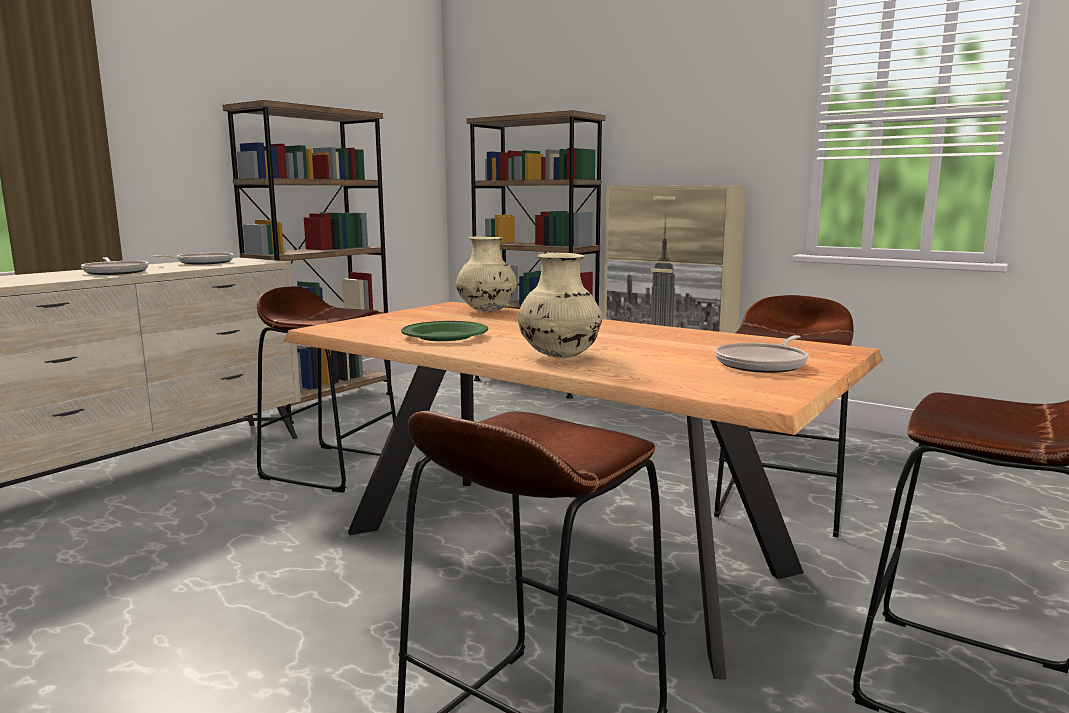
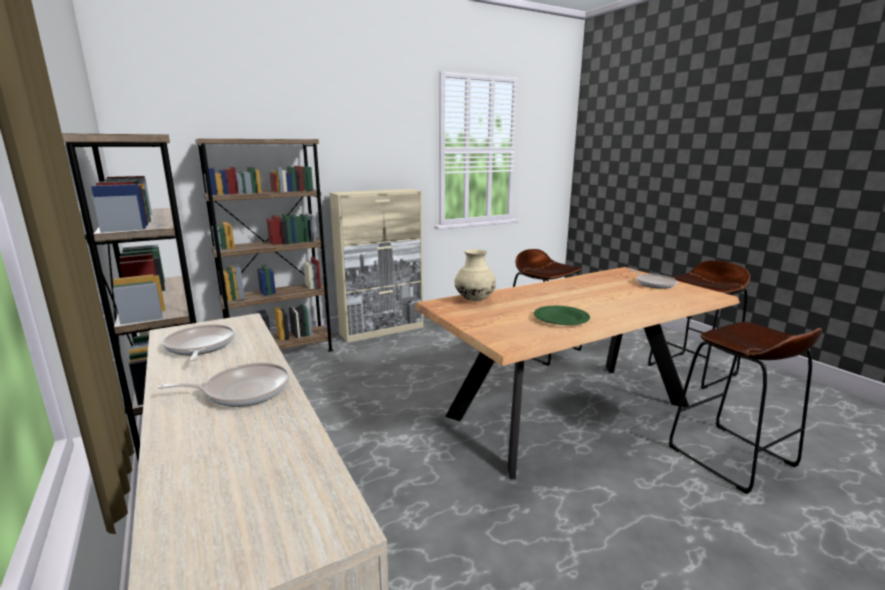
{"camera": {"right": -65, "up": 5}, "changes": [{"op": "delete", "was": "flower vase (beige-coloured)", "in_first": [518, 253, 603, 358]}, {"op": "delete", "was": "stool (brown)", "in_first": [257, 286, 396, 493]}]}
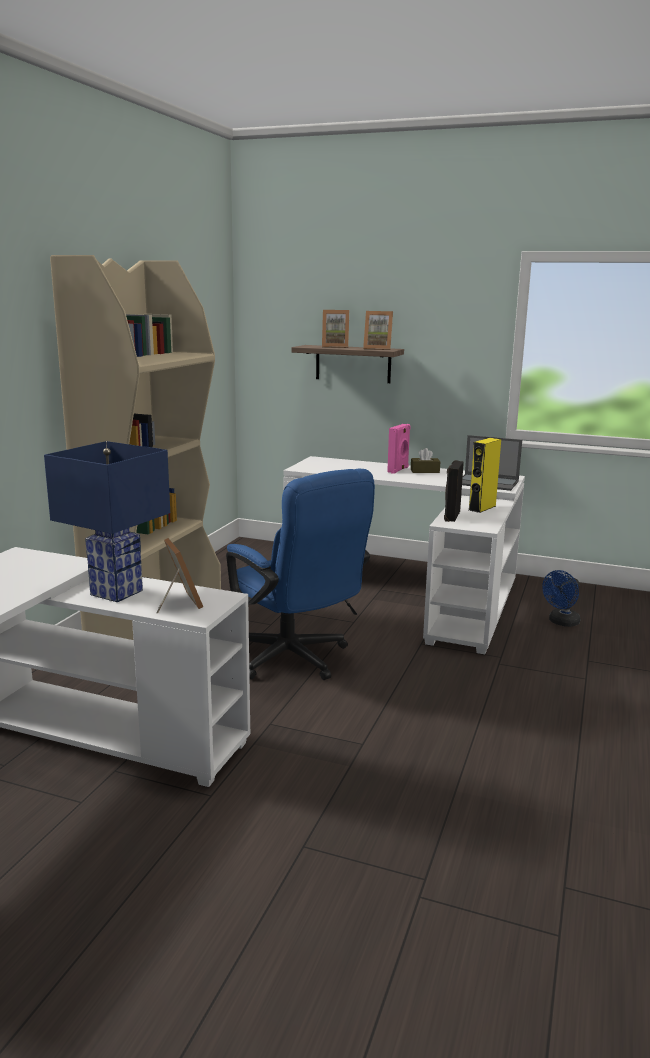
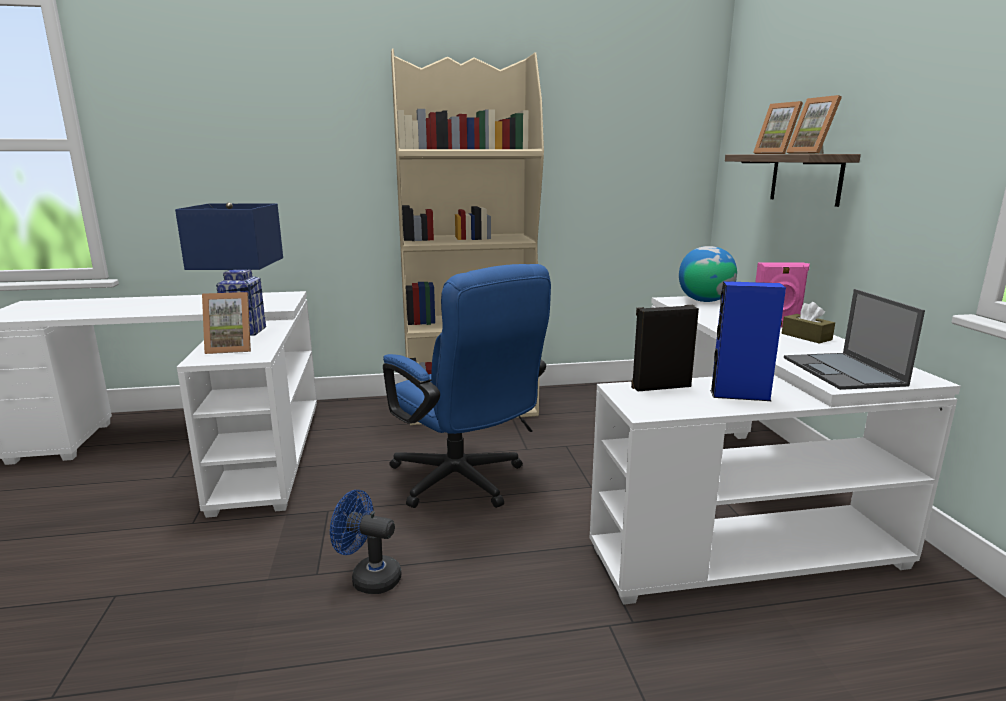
{"camera": {"right": 60, "up": 0}, "changes": [{"op": "recolor", "was": "speaker (yellow)", "now": "speaker (blue-coloured)", "in_first": [469, 438, 501, 513], "in_second": [710, 281, 786, 401]}, {"op": "rotate", "was": "office chair (blue-coloured)", "in_first": [226, 469, 375, 680], "in_second": [383, 264, 551, 508], "clockwise": -60}, {"op": "rotate", "was": "picture frame", "in_first": [156, 538, 203, 613], "in_second": [202, 292, 251, 354], "clockwise": 45}, {"op": "move", "was": "cooling fan (blue-coloured)", "in_first": [542, 570, 580, 627], "in_second": [330, 490, 401, 594]}, {"op": "insert", "now": "desk globe", "in_second": [679, 246, 737, 302]}]}
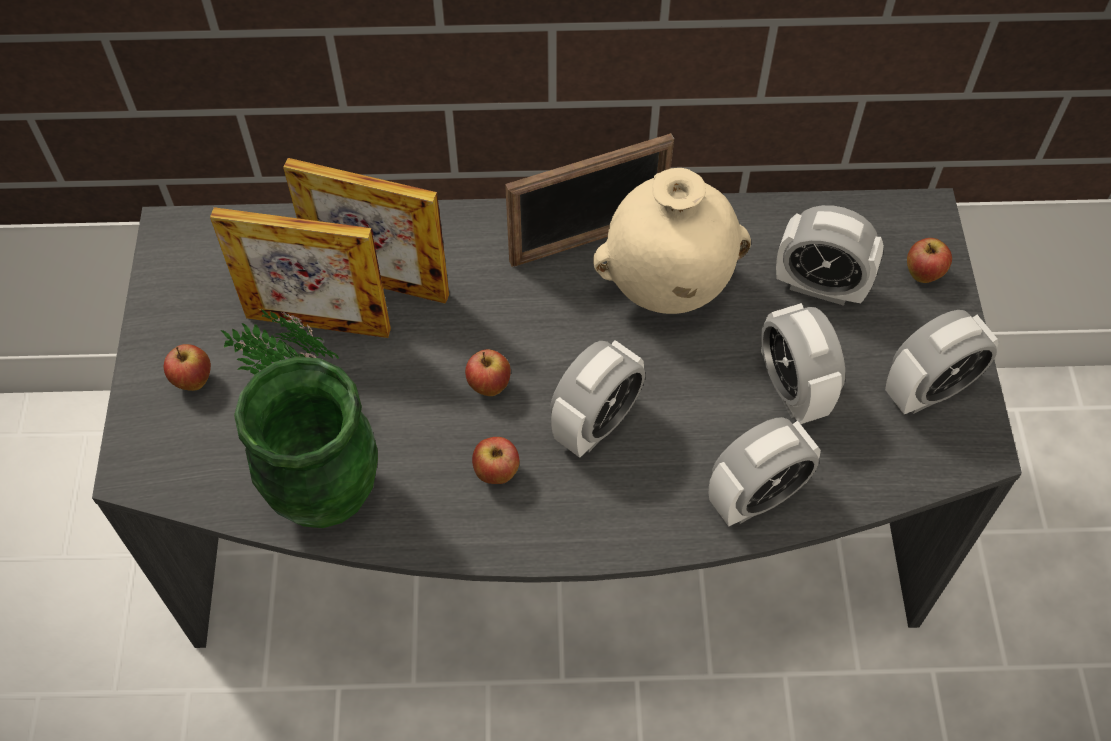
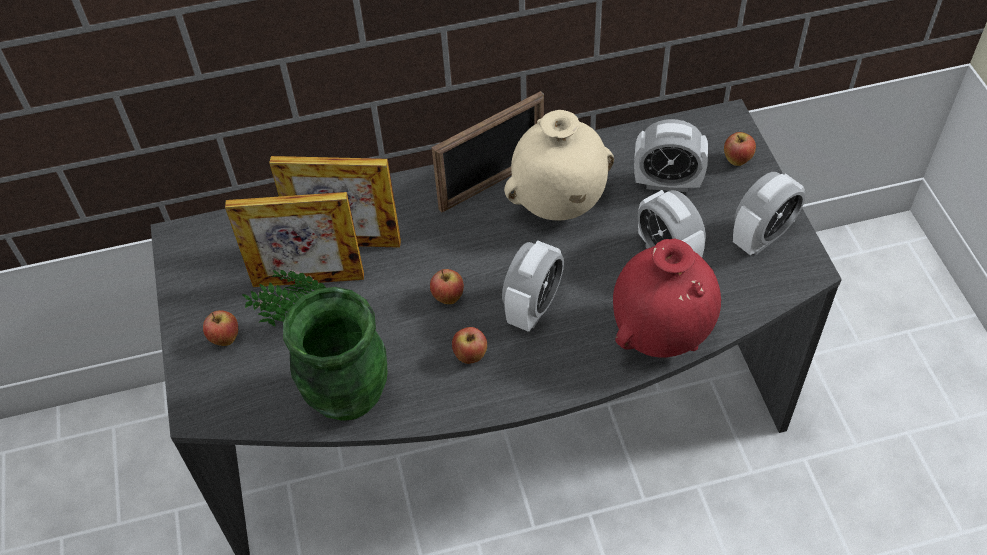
{"camera": {"right": -10, "up": -5}, "changes": [{"op": "replace", "was": "alarm clock", "now": "flower vase (red-coloured)", "in_first": [709, 417, 821, 527], "in_second": [613, 238, 721, 358]}]}
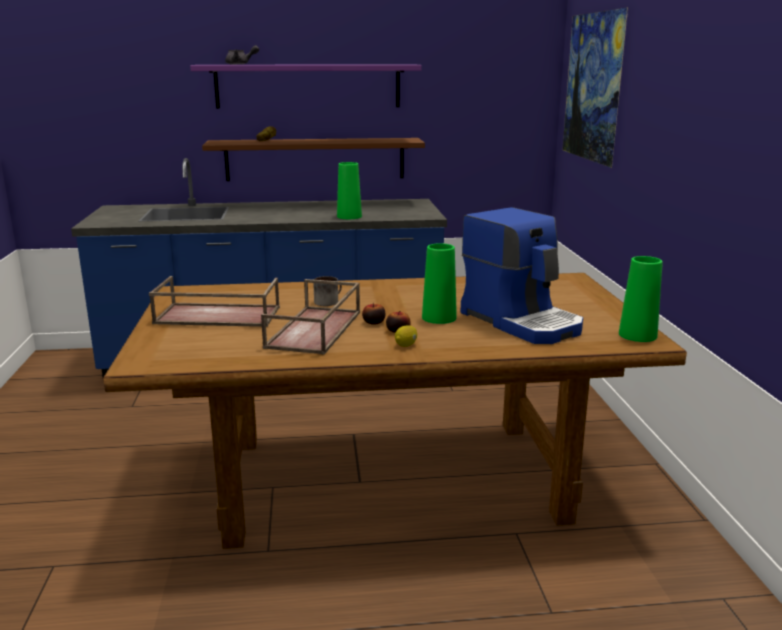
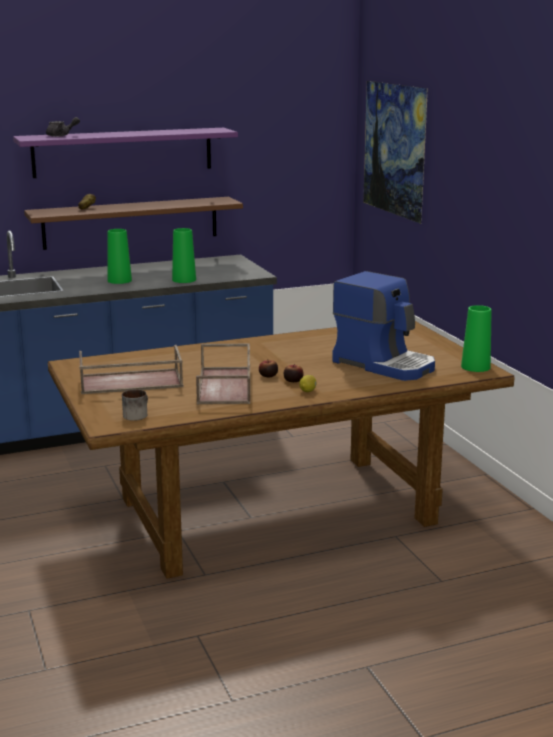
{"camera": {"right": -15, "up": 0}, "changes": [{"op": "move", "was": "flower vase (green)", "in_first": [422, 243, 457, 324], "in_second": [107, 229, 132, 284]}, {"op": "move", "was": "mug", "in_first": [313, 276, 342, 306], "in_second": [122, 389, 148, 421]}]}
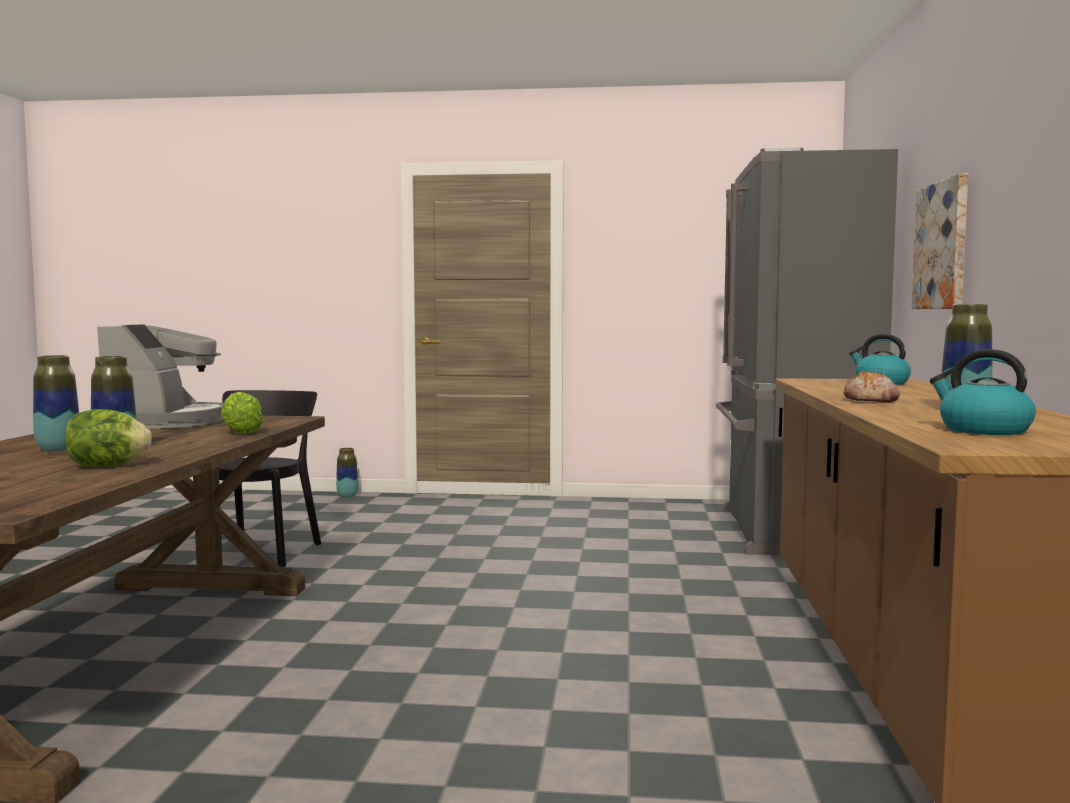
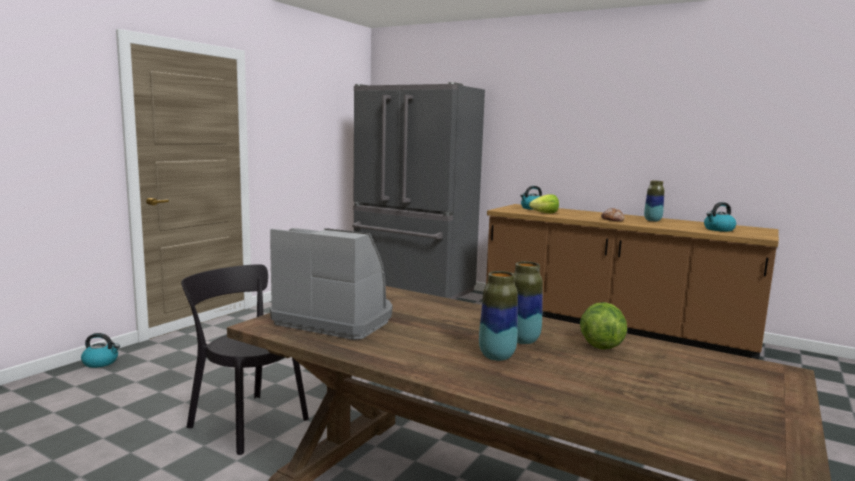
{"camera": {"right": -65, "up": 5}, "changes": [{"op": "delete", "was": "picture", "in_first": [912, 173, 968, 309]}, {"op": "move", "was": "lettuce", "in_first": [221, 392, 263, 434], "in_second": [529, 194, 559, 213]}, {"op": "replace", "was": "flower vase", "now": "water kettle", "in_first": [336, 448, 358, 498], "in_second": [81, 333, 120, 368]}]}
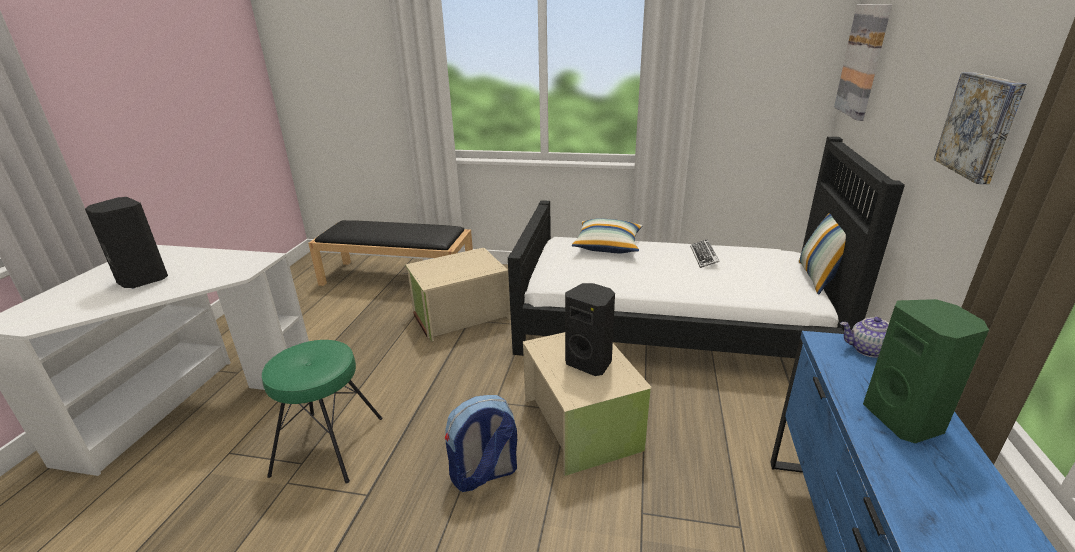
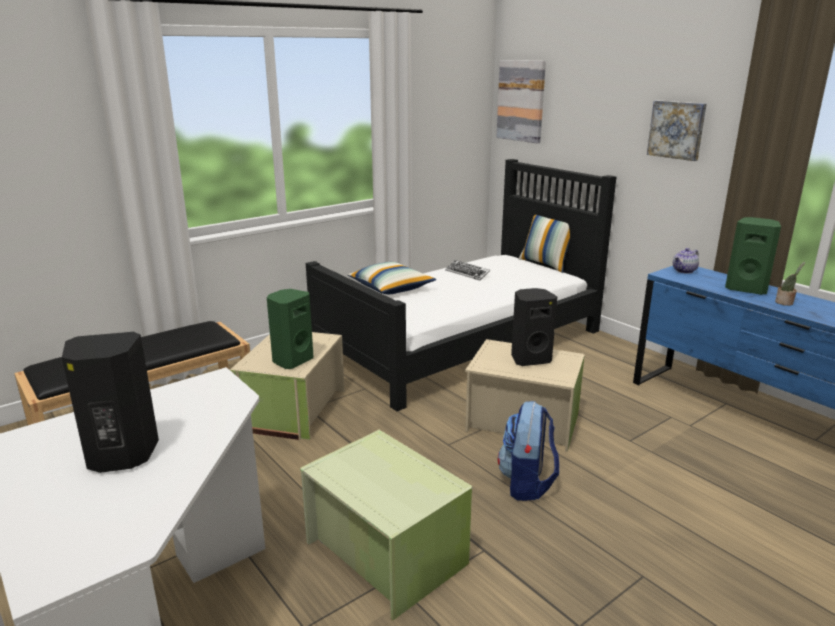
{"camera": {"right": -50, "up": -5}, "changes": [{"op": "replace", "was": "stool (green)", "now": "storage box (green)", "in_first": [262, 340, 383, 484], "in_second": [300, 430, 473, 620]}, {"op": "insert", "now": "houseplant", "in_second": [775, 262, 805, 306]}, {"op": "insert", "now": "speaker (green)", "in_second": [267, 289, 314, 369]}]}
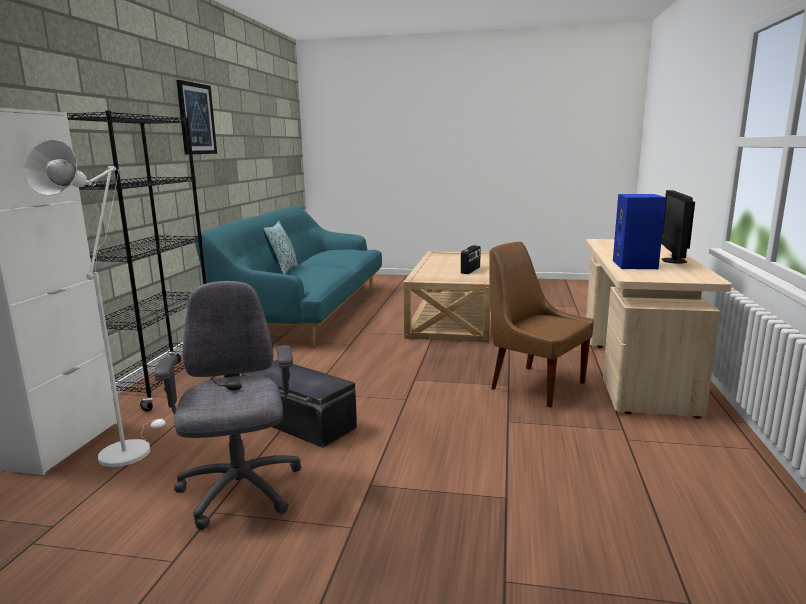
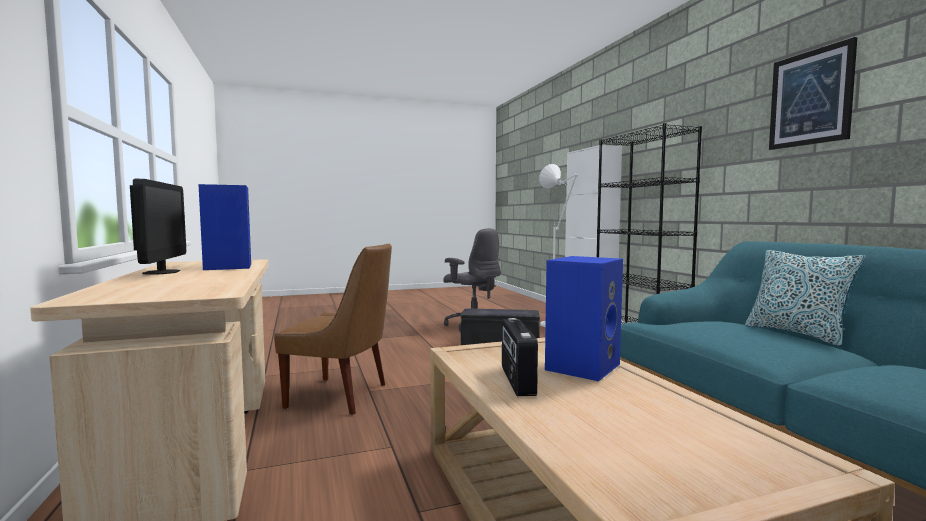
{"camera": {"right": 150, "up": -10}, "changes": [{"op": "insert", "now": "speaker (blue-coloured)", "in_second": [545, 256, 623, 381]}]}
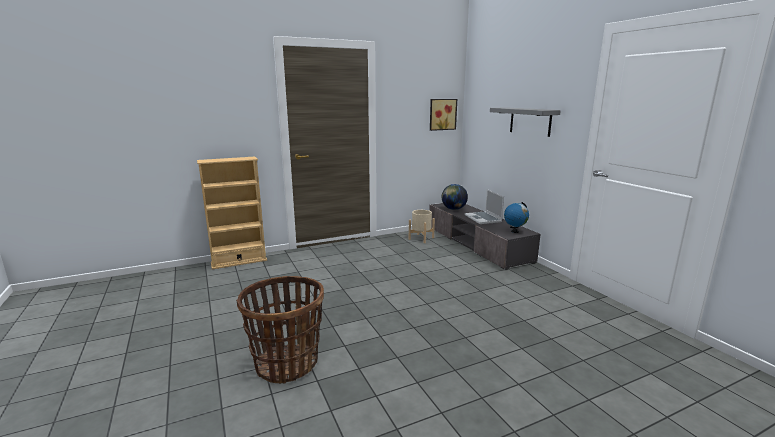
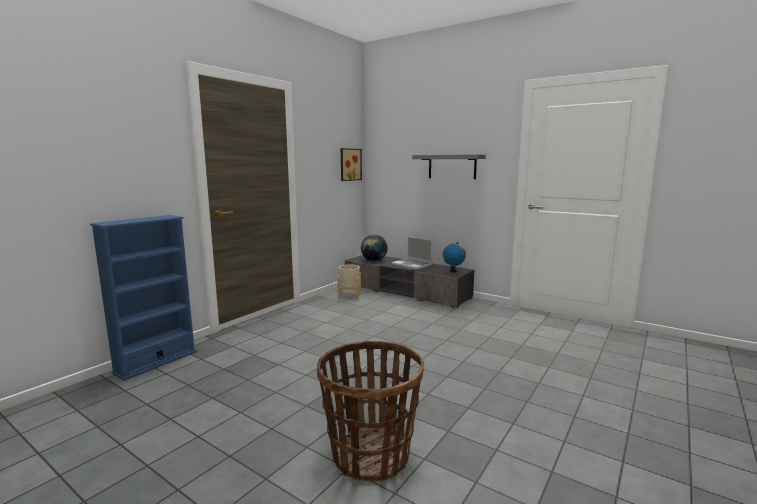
{"camera": {"right": -30, "up": -5}, "changes": [{"op": "recolor", "was": "shelving unit (beige-coloured)", "now": "shelving unit (blue-coloured)", "in_first": [197, 157, 267, 270], "in_second": [90, 215, 197, 381]}]}
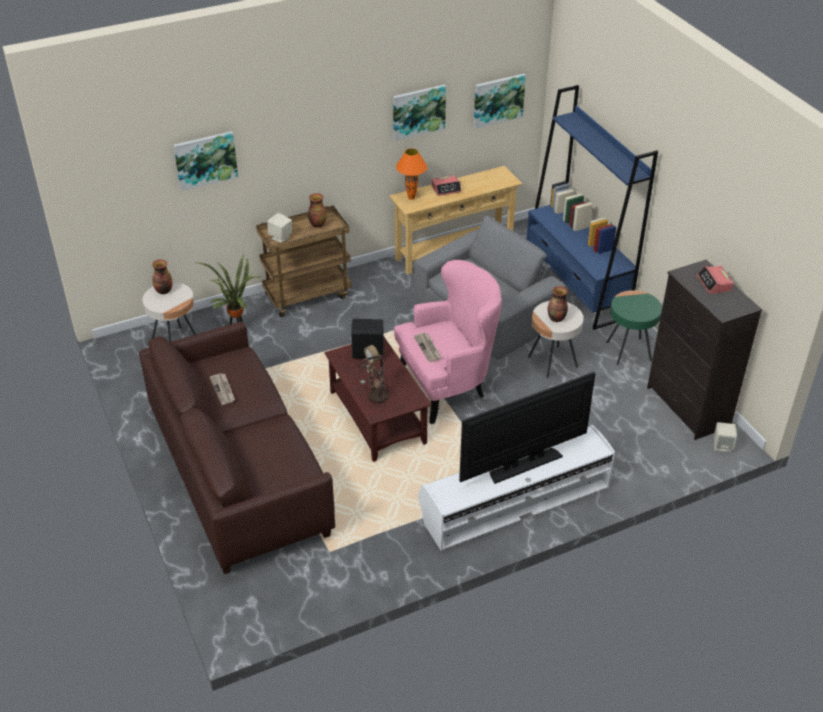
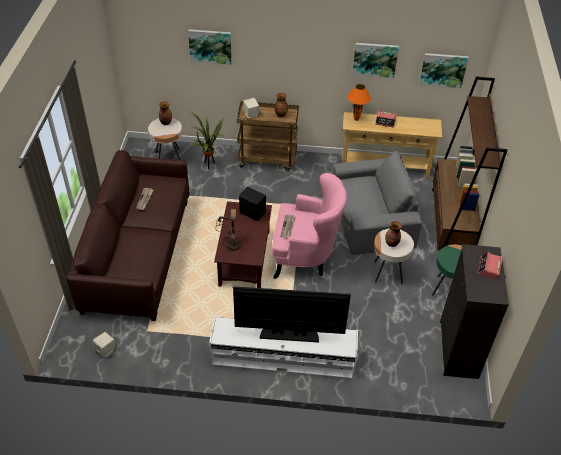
{"camera": {"right": 30, "up": 5}, "changes": [{"op": "recolor", "was": "shelving unit (blue-coloured)", "now": "shelving unit (brown)", "in_first": [526, 85, 658, 330], "in_second": [432, 77, 507, 251]}, {"op": "move", "was": "speaker (beige-coloured)", "in_first": [714, 422, 737, 452], "in_second": [93, 332, 115, 357]}]}
